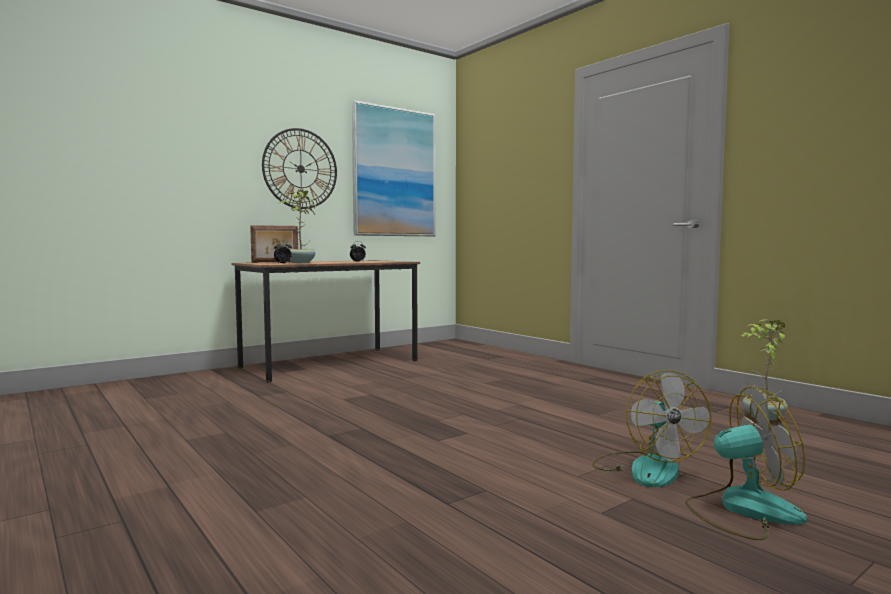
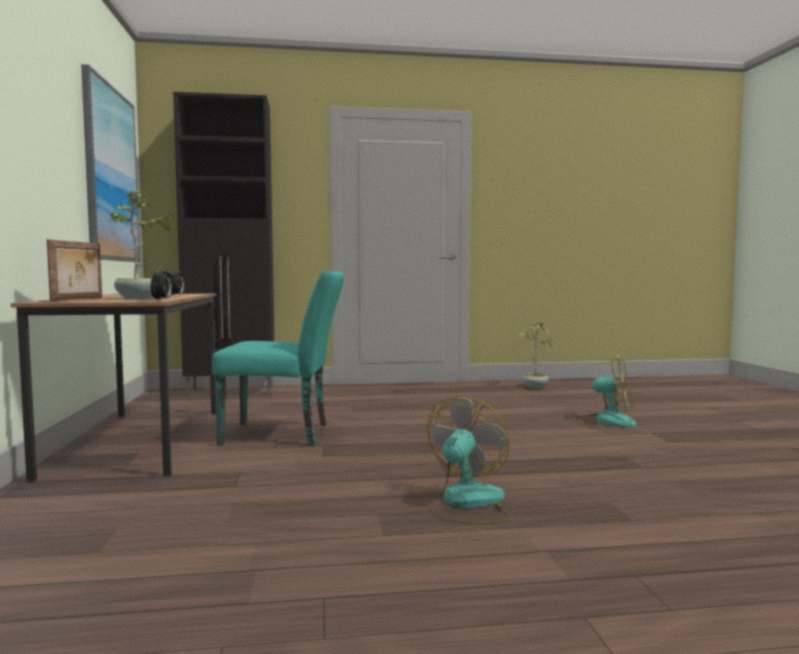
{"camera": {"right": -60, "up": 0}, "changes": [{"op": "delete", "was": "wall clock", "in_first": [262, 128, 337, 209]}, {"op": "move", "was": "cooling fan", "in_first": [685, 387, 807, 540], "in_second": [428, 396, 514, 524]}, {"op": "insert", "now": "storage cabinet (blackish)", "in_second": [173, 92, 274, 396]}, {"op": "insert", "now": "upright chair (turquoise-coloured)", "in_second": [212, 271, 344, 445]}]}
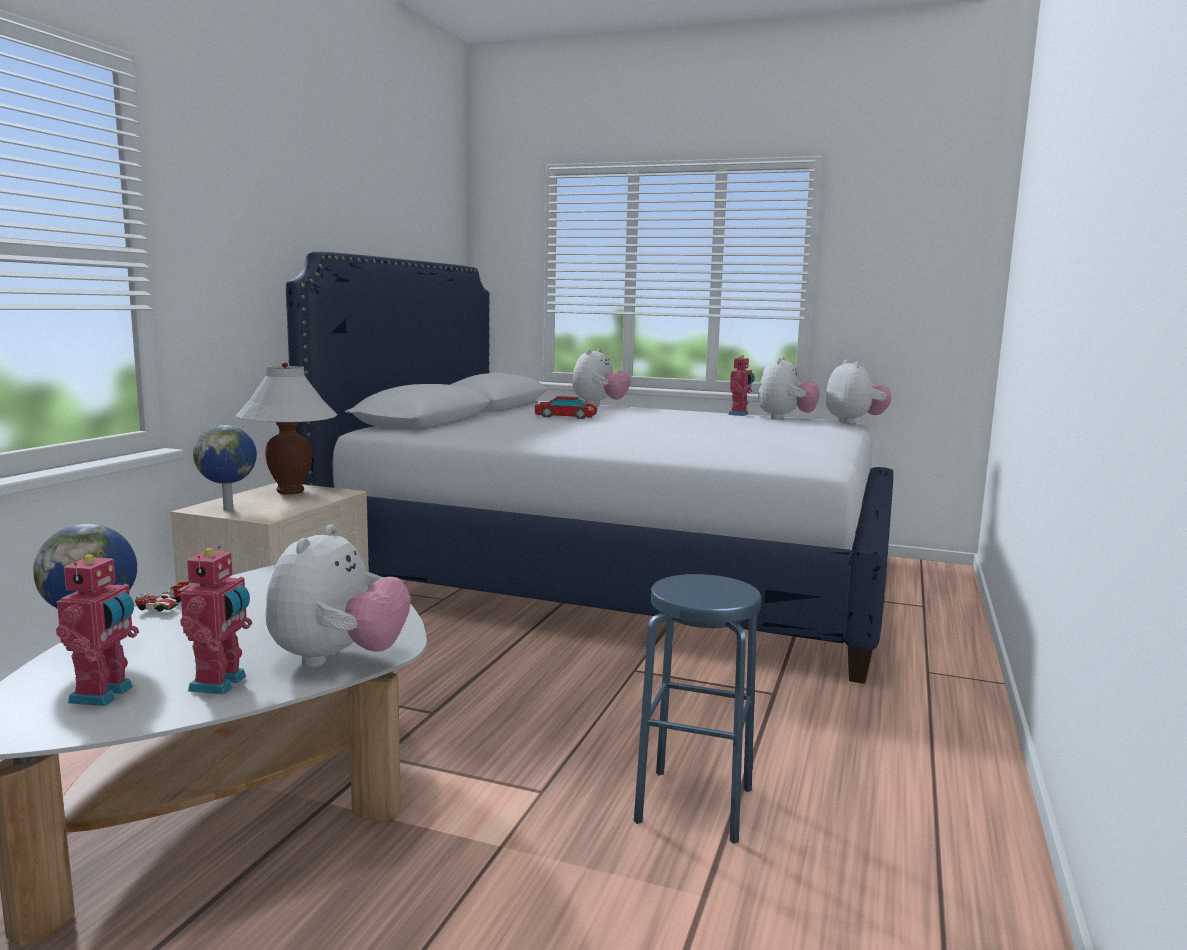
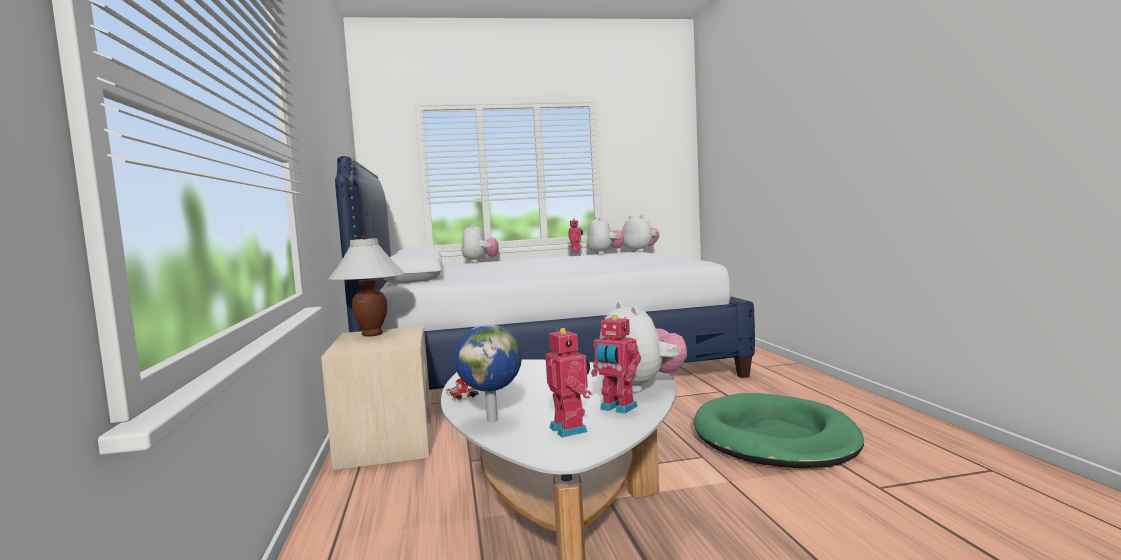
{"camera": {"right": -30, "up": -5}, "changes": [{"op": "delete", "was": "miniature car", "in_first": [535, 396, 597, 419]}, {"op": "delete", "was": "desk globe", "in_first": [193, 425, 257, 511]}, {"op": "rotate", "was": "toy robot", "in_first": [180, 546, 252, 695], "in_second": [591, 315, 641, 414], "clockwise": 150}, {"op": "replace", "was": "stool (blue-coloured)", "now": "pet bed (green)", "in_first": [634, 574, 761, 844], "in_second": [694, 393, 864, 468]}]}
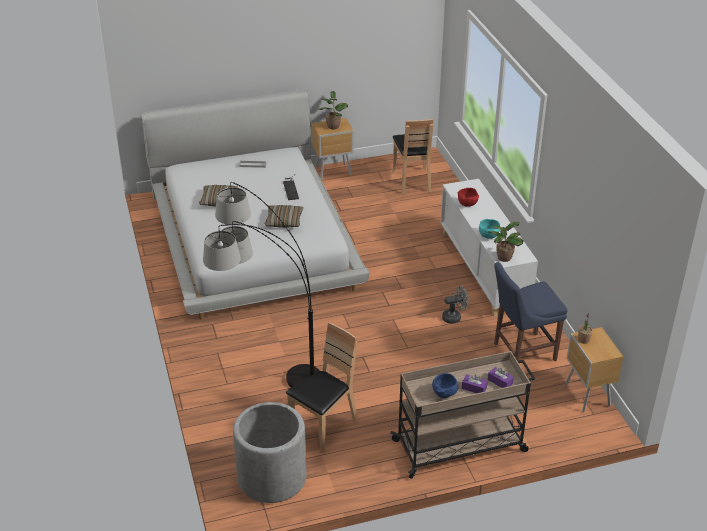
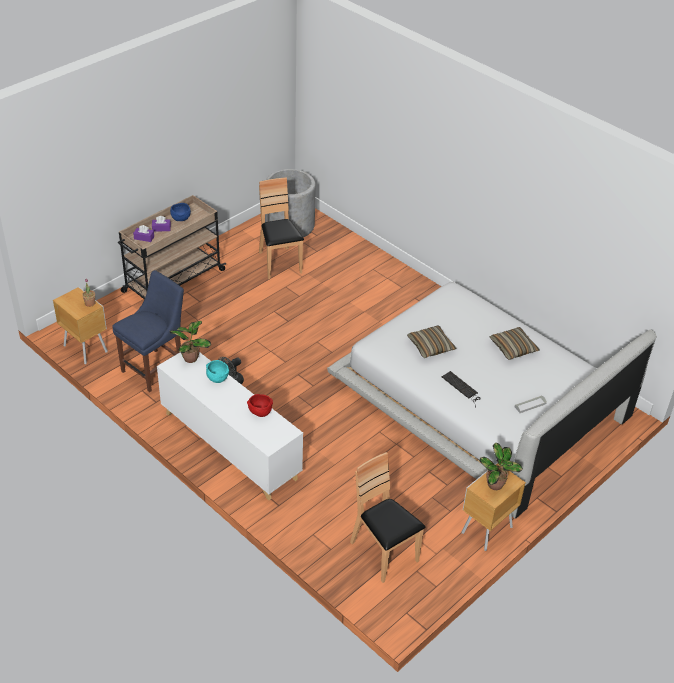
{"camera": {"right": 150, "up": 5}, "changes": [{"op": "delete", "was": "standard lamp", "in_first": [203, 182, 320, 387]}, {"op": "rotate", "was": "upright chair (brown)", "in_first": [286, 322, 358, 453], "in_second": [259, 177, 304, 279], "clockwise": 150}]}
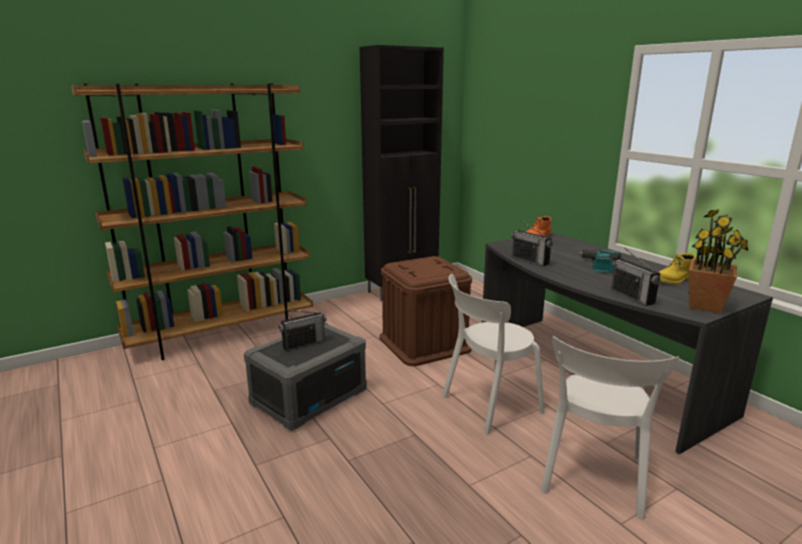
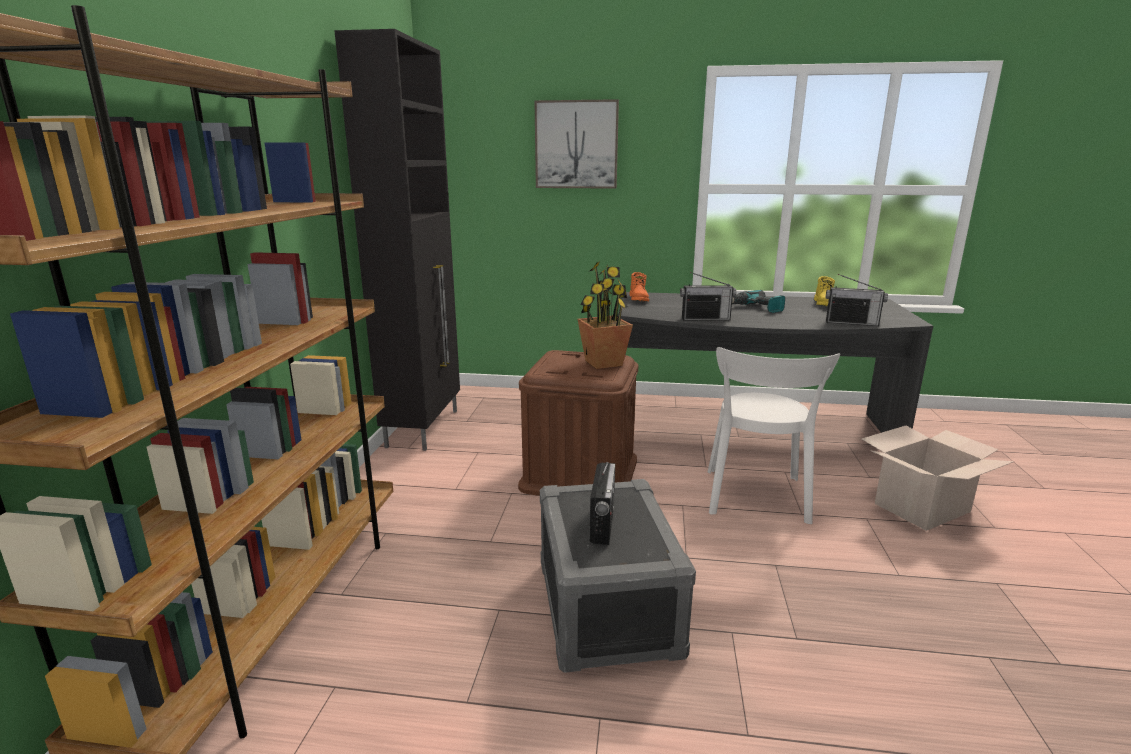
{"camera": {"right": -50, "up": 0}, "changes": [{"op": "move", "was": "houseplant", "in_first": [688, 210, 748, 314], "in_second": [578, 262, 633, 369]}, {"op": "replace", "was": "upright chair (white)", "now": "packing box", "in_first": [541, 336, 679, 519], "in_second": [862, 426, 1014, 531]}, {"op": "insert", "now": "picture", "in_second": [534, 99, 619, 189]}]}
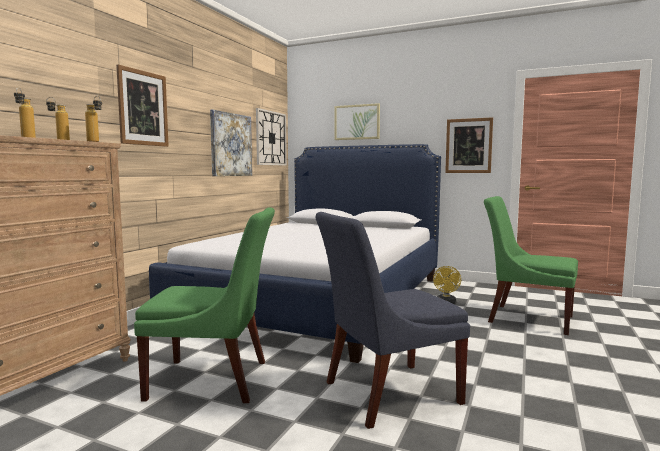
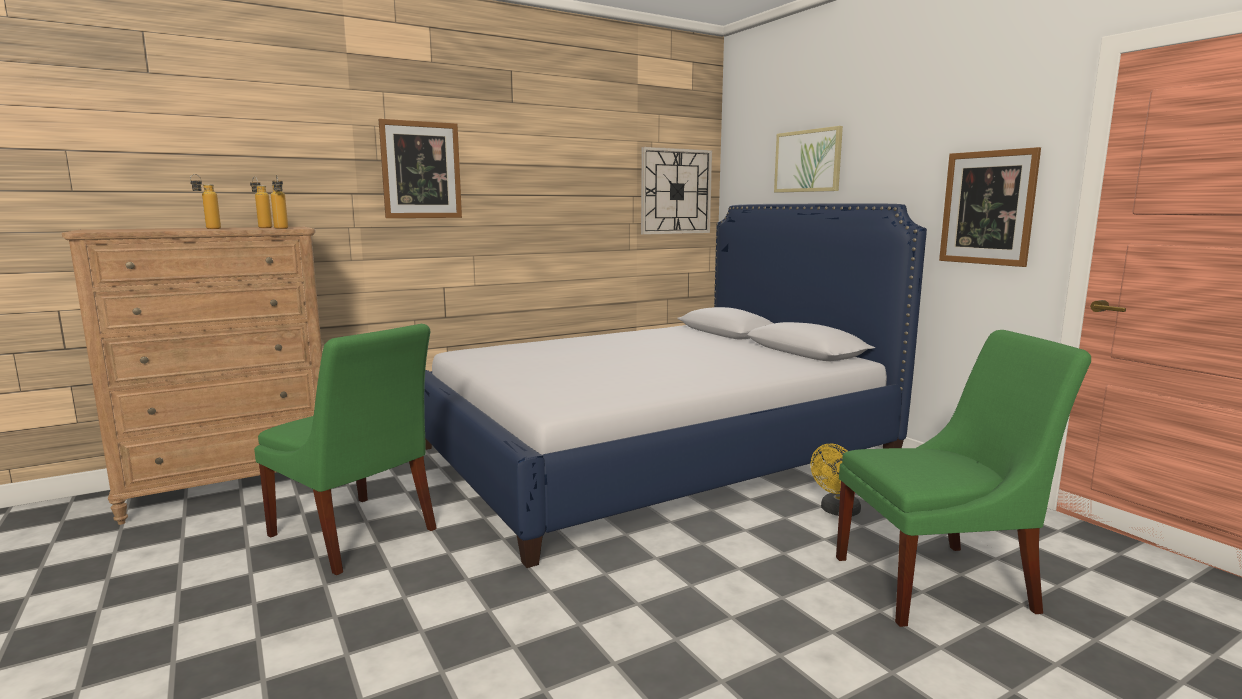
{"camera": {"right": 35, "up": 5}, "changes": [{"op": "delete", "was": "picture", "in_first": [210, 110, 252, 176]}, {"op": "rotate", "was": "upright chair (green)", "in_first": [484, 196, 578, 335], "in_second": [836, 330, 1091, 627], "clockwise": 105}, {"op": "delete", "was": "upright chair (blue-coloured)", "in_first": [316, 212, 470, 429]}]}
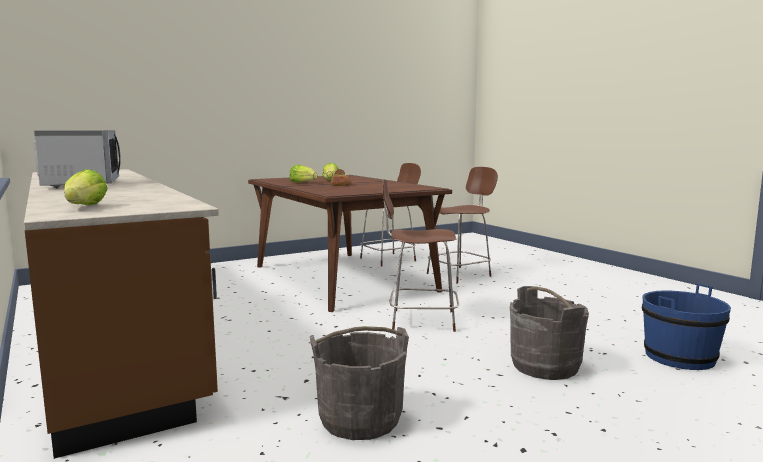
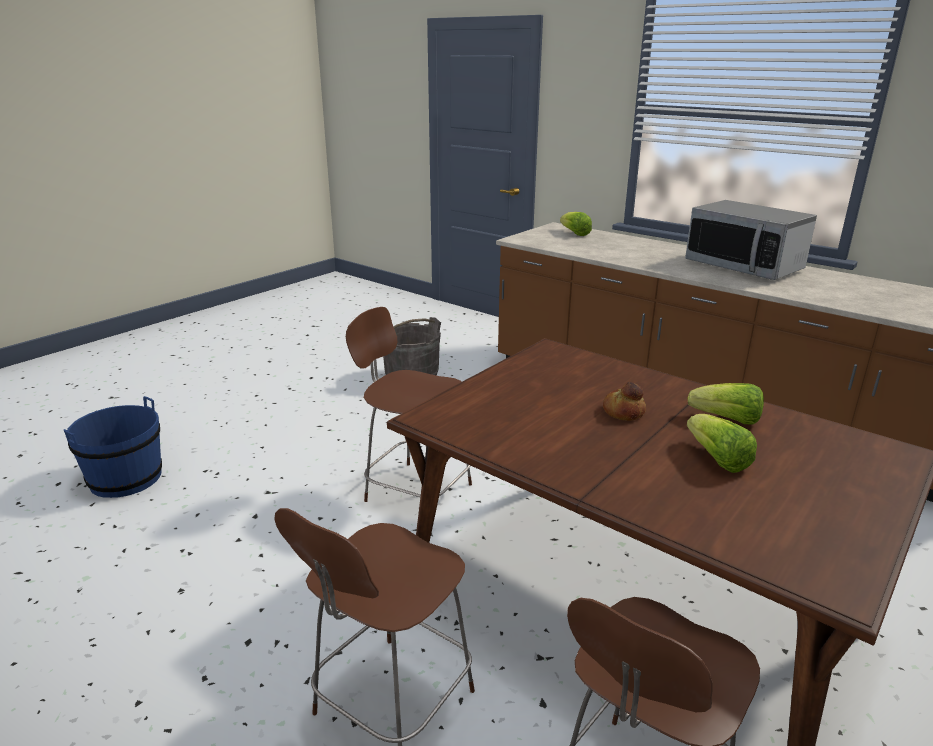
{"camera": {"right": 160, "up": 15}, "changes": [{"op": "rotate", "was": "upright chair (brown)", "in_first": [382, 179, 459, 332], "in_second": [346, 307, 472, 502], "clockwise": -135}, {"op": "delete", "was": "water bucket (grey)", "in_first": [510, 286, 589, 380]}]}
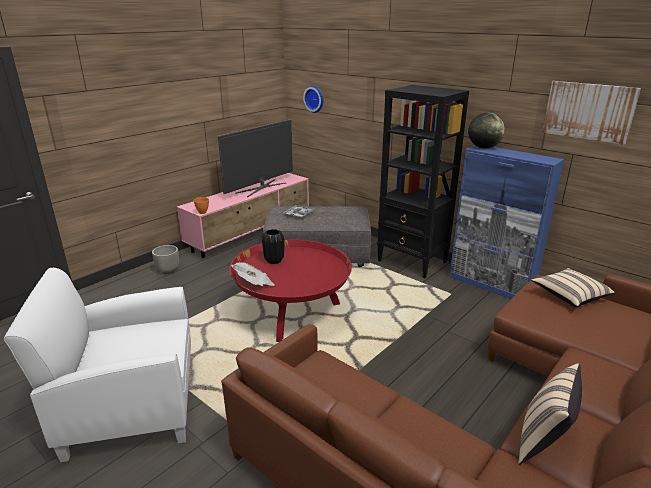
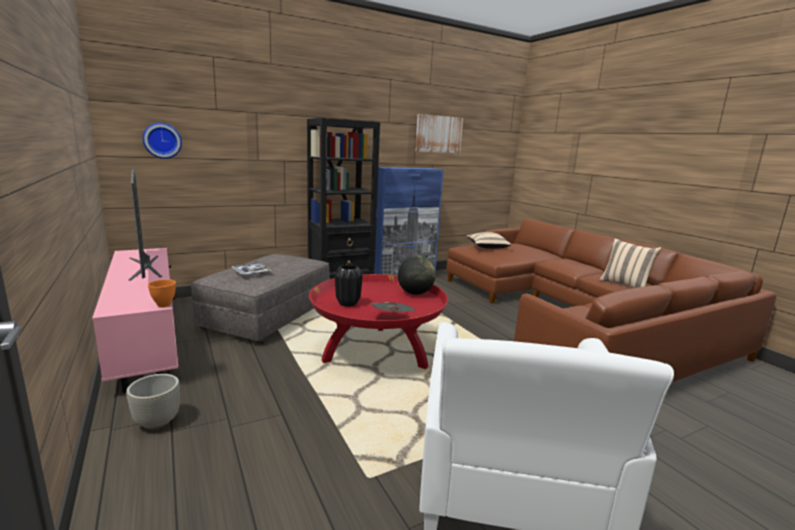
{"camera": {"right": -70, "up": -10}, "changes": [{"op": "move", "was": "desk globe", "in_first": [468, 113, 505, 149], "in_second": [398, 256, 436, 295]}]}
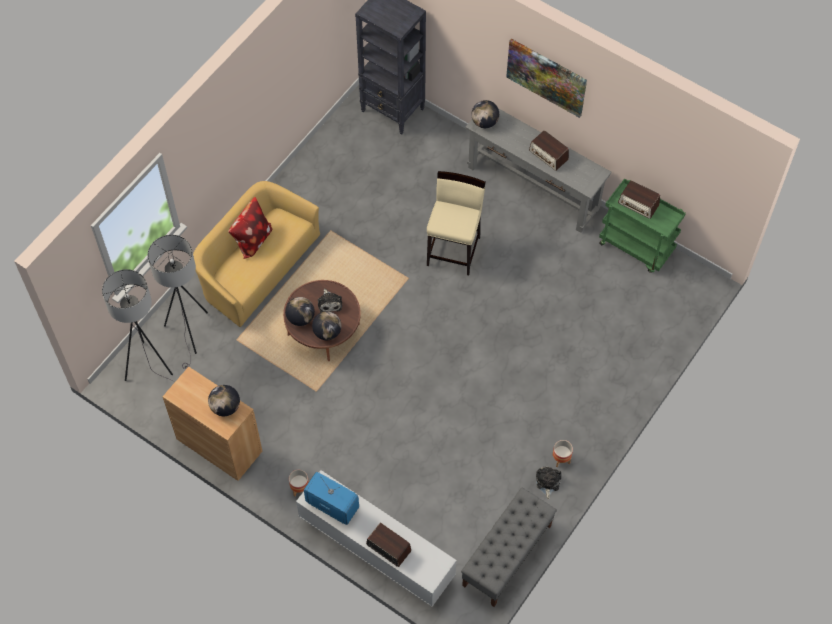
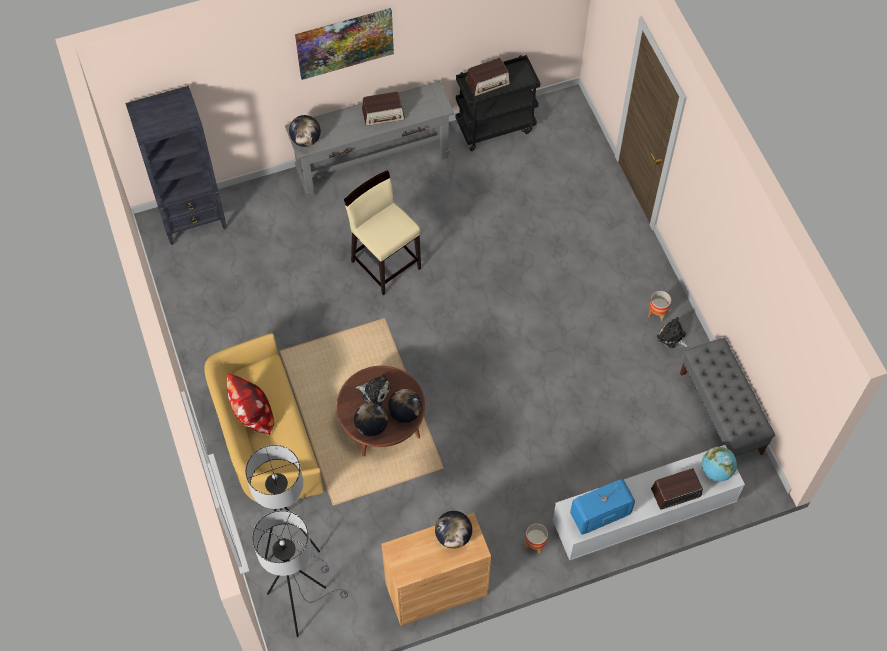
{"camera": {"right": -55, "up": 0}, "changes": [{"op": "recolor", "was": "cart (green)", "now": "cart (blackish)", "in_first": [599, 178, 686, 273], "in_second": [456, 55, 540, 151]}, {"op": "insert", "now": "desk globe", "in_second": [702, 447, 737, 481]}]}
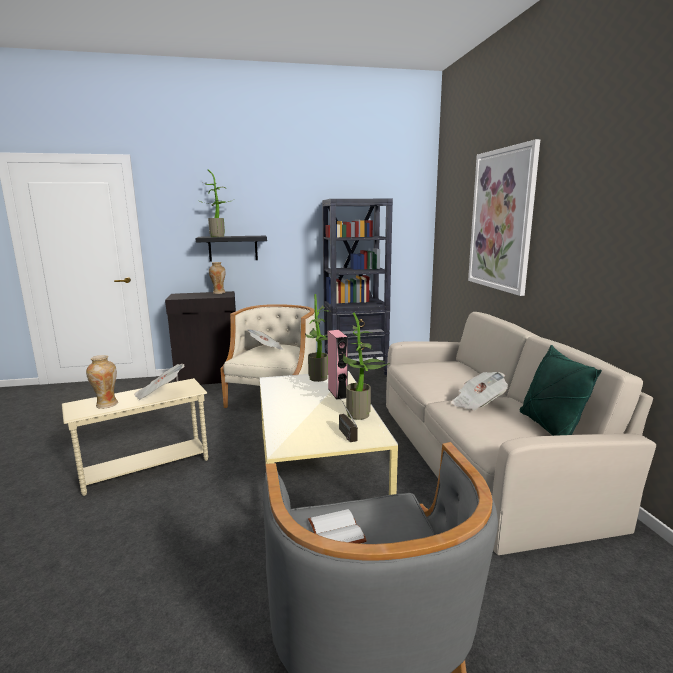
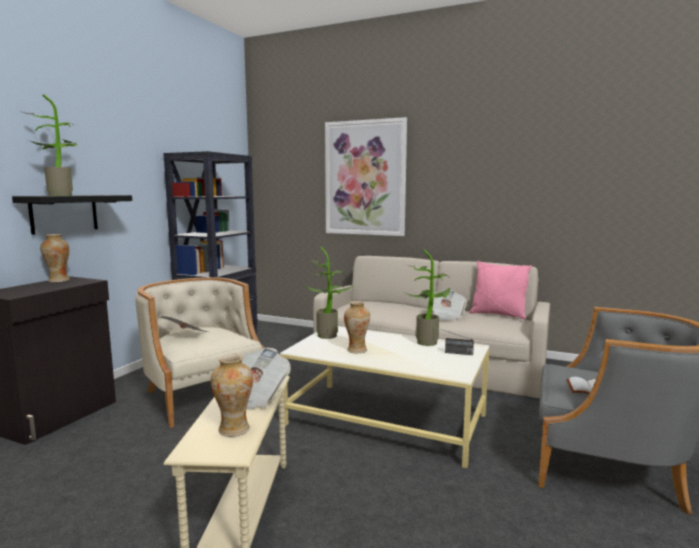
{"camera": {"right": -55, "up": -5}, "changes": [{"op": "delete", "was": "speaker (pinkish)", "in_first": [328, 330, 348, 400]}, {"op": "recolor", "was": "throw pillow (green)", "now": "throw pillow (pinkish)", "in_first": [519, 345, 602, 436], "in_second": [469, 261, 532, 319]}, {"op": "insert", "now": "flower vase", "in_second": [344, 301, 370, 353]}]}
